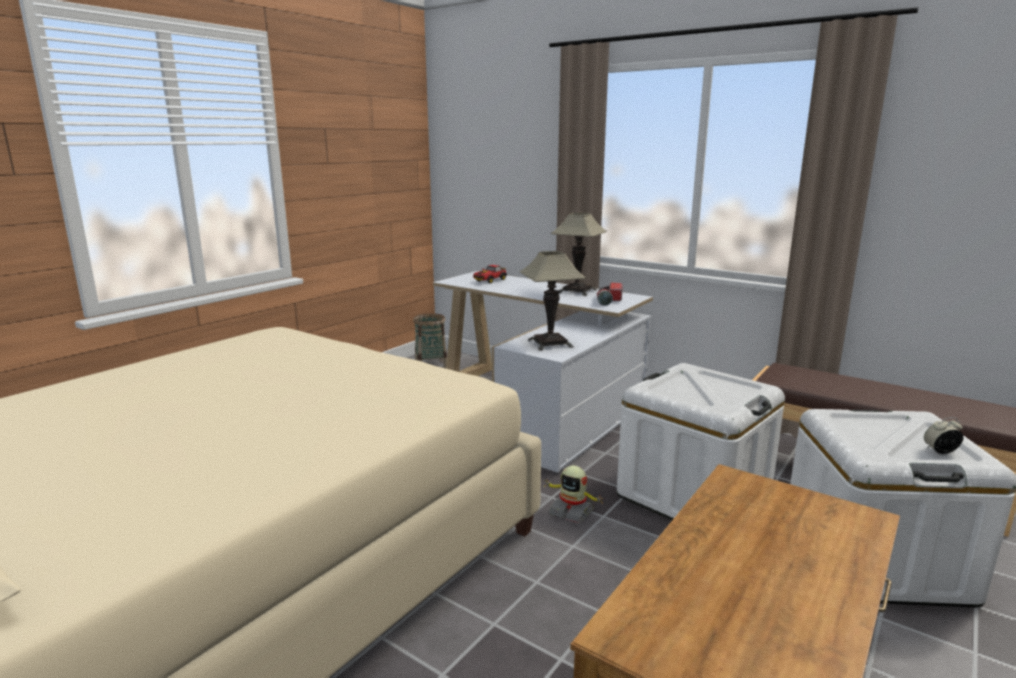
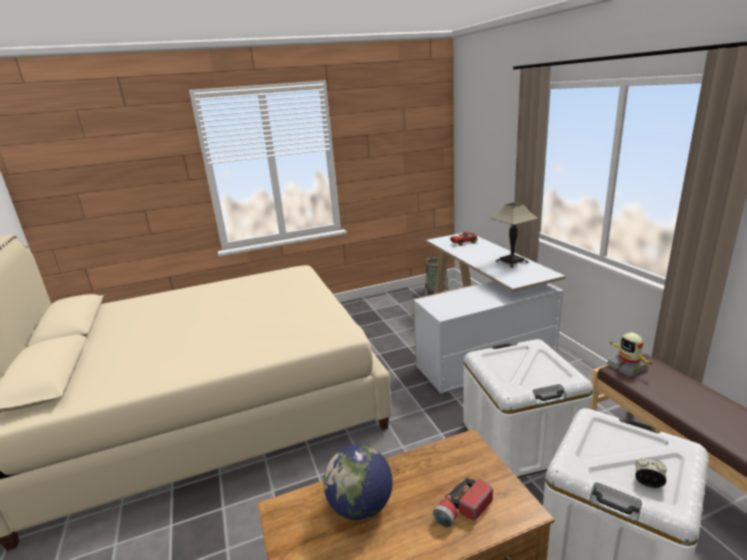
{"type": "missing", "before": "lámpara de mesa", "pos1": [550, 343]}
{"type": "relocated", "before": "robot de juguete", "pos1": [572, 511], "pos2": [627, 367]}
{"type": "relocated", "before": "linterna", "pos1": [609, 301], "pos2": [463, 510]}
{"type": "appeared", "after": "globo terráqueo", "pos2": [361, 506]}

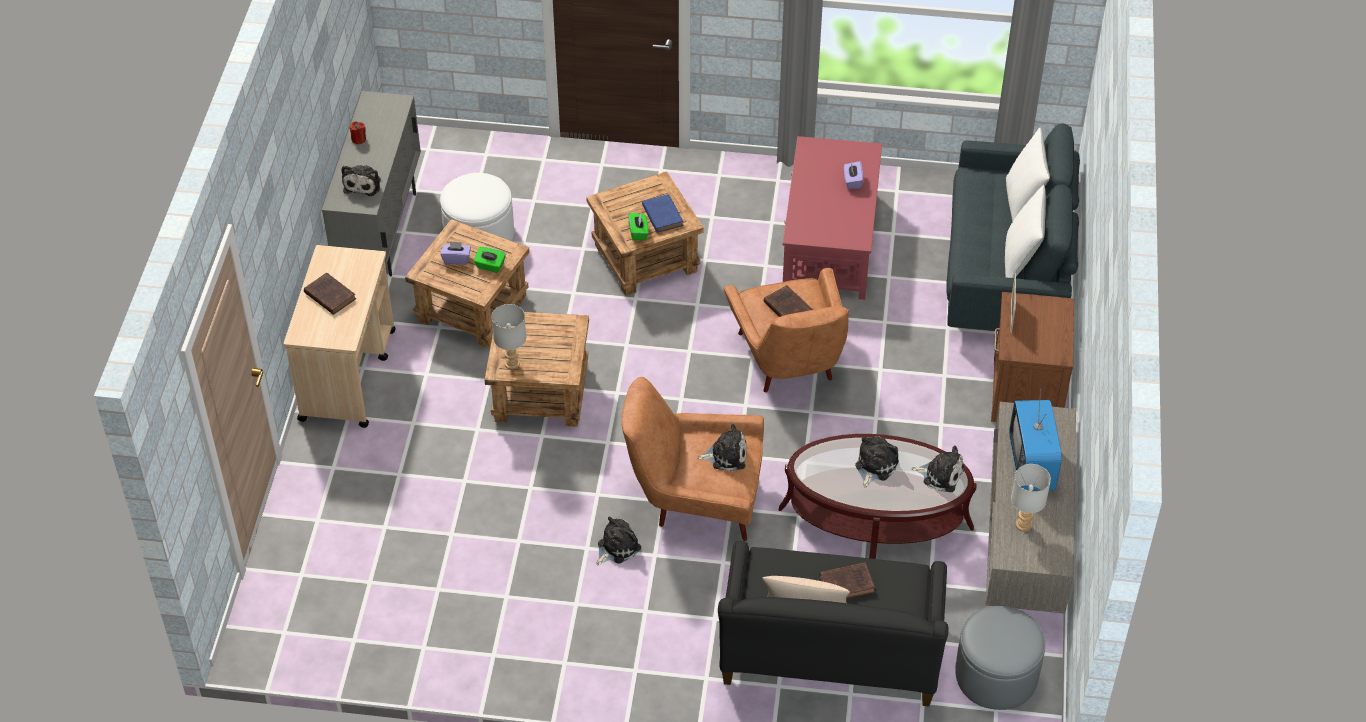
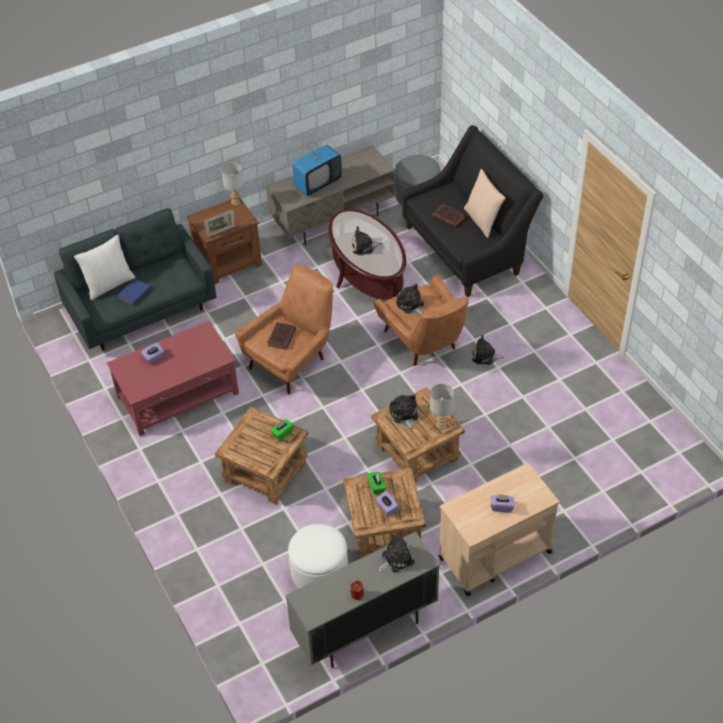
{"type": "exchanged", "before": "libro (marrón)", "after": "caja de pañuelos (morado)", "pos1": [329, 295], "pos2": [502, 507]}
{"type": "relocated", "before": "libro (azul)", "pos1": [662, 215], "pos2": [133, 294]}
{"type": "relocated", "before": "peluche", "pos1": [940, 474], "pos2": [404, 415]}
{"type": "missing", "before": "cojín (blanco)", "pos1": [1020, 259]}
{"type": "relocated", "before": "lámpara de mesa (gris)", "pos1": [1024, 525], "pos2": [236, 202]}

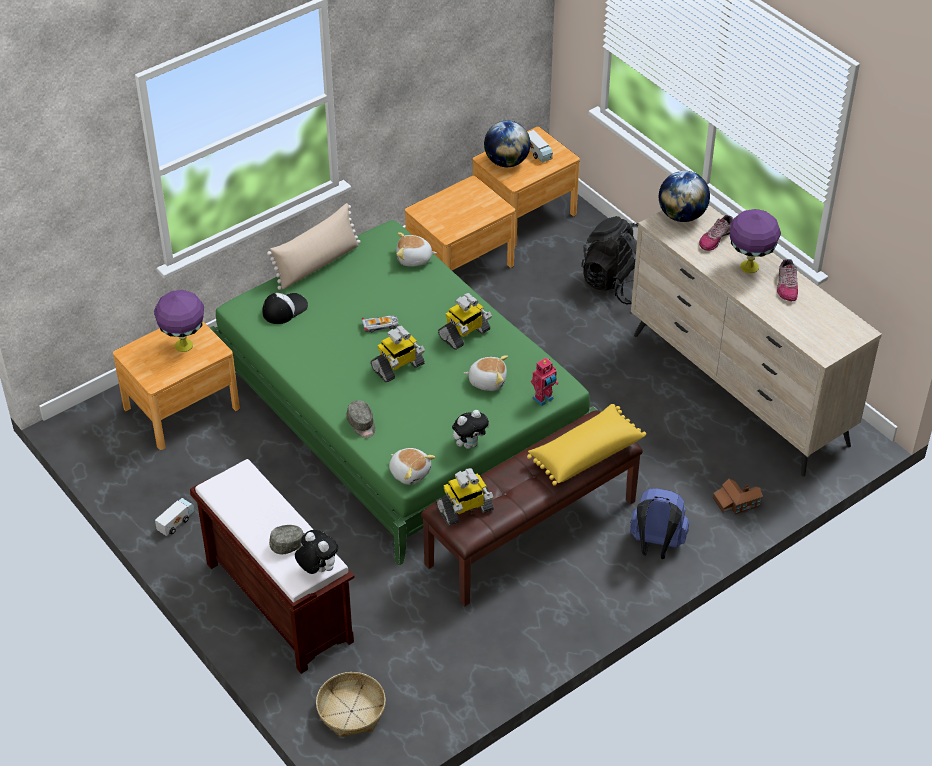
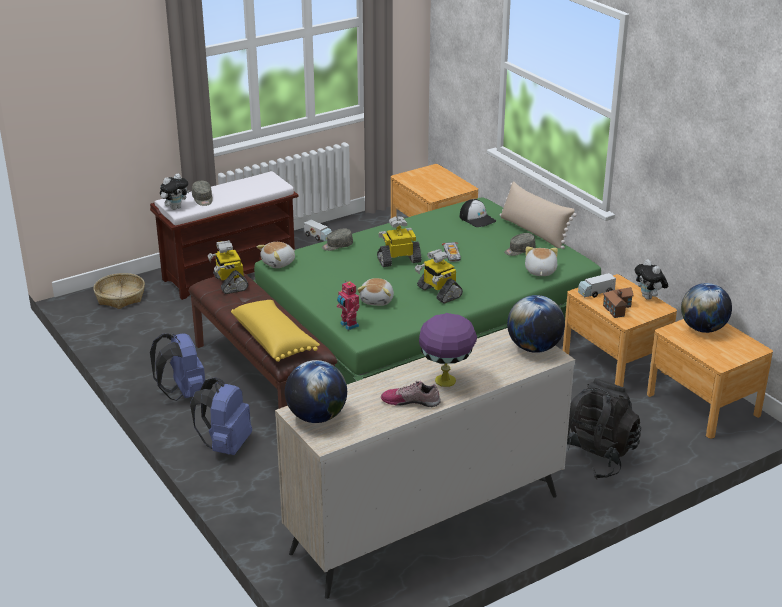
{"type": "missing", "before": "lámpara de mesa (morado)", "pos1": [184, 345]}
{"type": "spun", "before": "robot de juguete", "pos1": [398, 367], "pos2": [399, 260], "turn": 105}
{"type": "relocated", "before": "peluche", "pos1": [469, 444], "pos2": [649, 298]}
{"type": "relocated", "before": "camión de juguete", "pos1": [538, 153], "pos2": [596, 293]}
{"type": "missing", "before": "zapato", "pos1": [715, 238]}
{"type": "relocated", "before": "casita", "pos1": [736, 502], "pos2": [617, 307]}
{"type": "appeared", "after": "mochila (azul)", "pos2": [183, 393]}
{"type": "appeared", "after": "globo terráqueo", "pos2": [316, 417]}
{"type": "appeared", "after": "gorra (gris)", "pos2": [519, 250]}

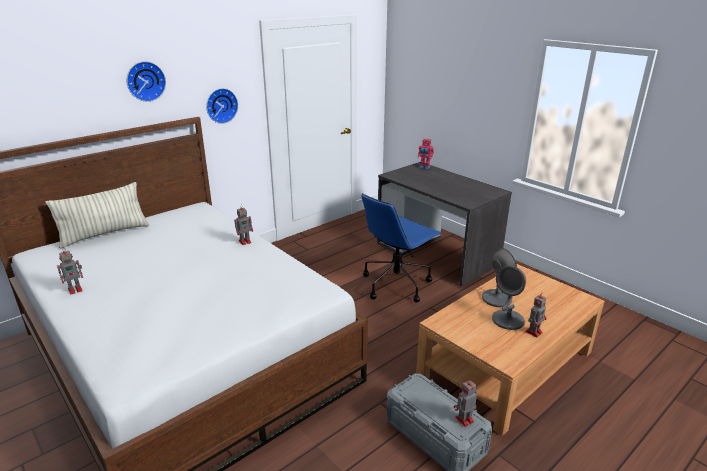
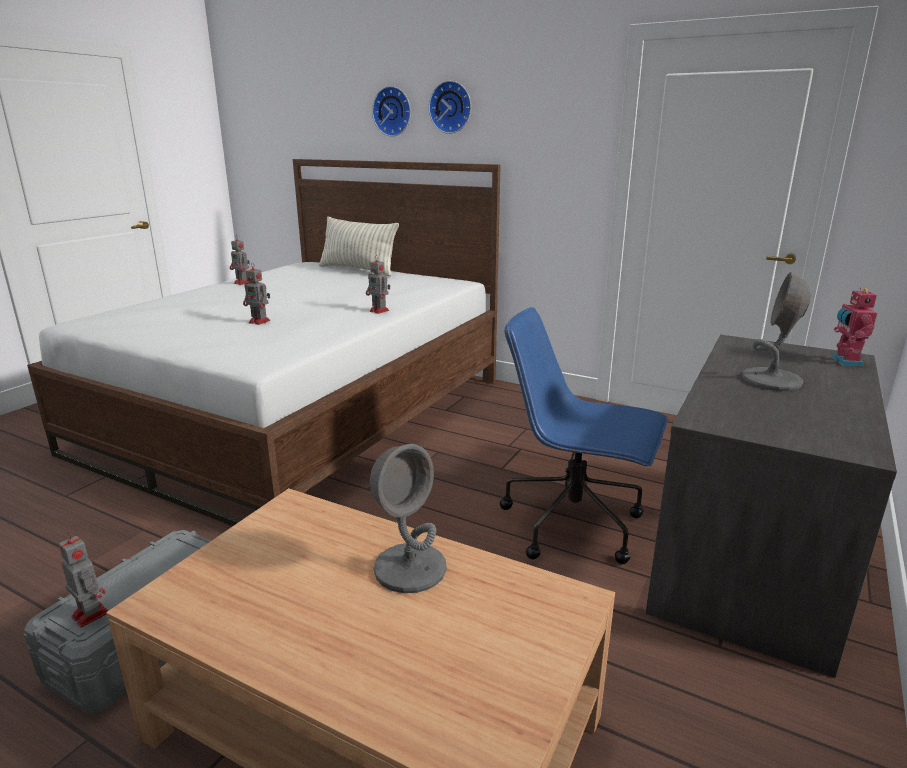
{"type": "relocated", "before": "reloj de pared", "pos1": [221, 105], "pos2": [393, 111]}
{"type": "relocated", "before": "lámpara de mesa (gris)", "pos1": [508, 320], "pos2": [771, 380]}
{"type": "relocated", "before": "robot de juguete", "pos1": [534, 331], "pos2": [260, 322]}

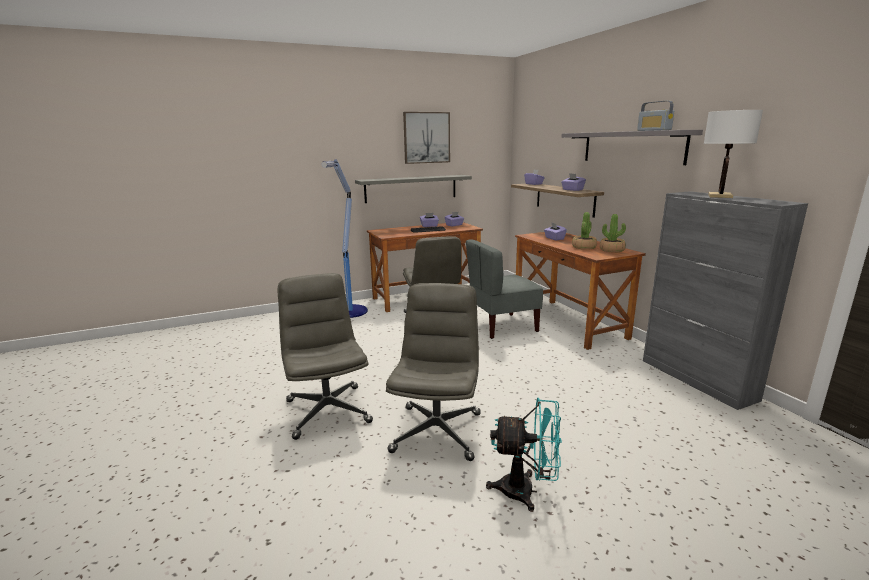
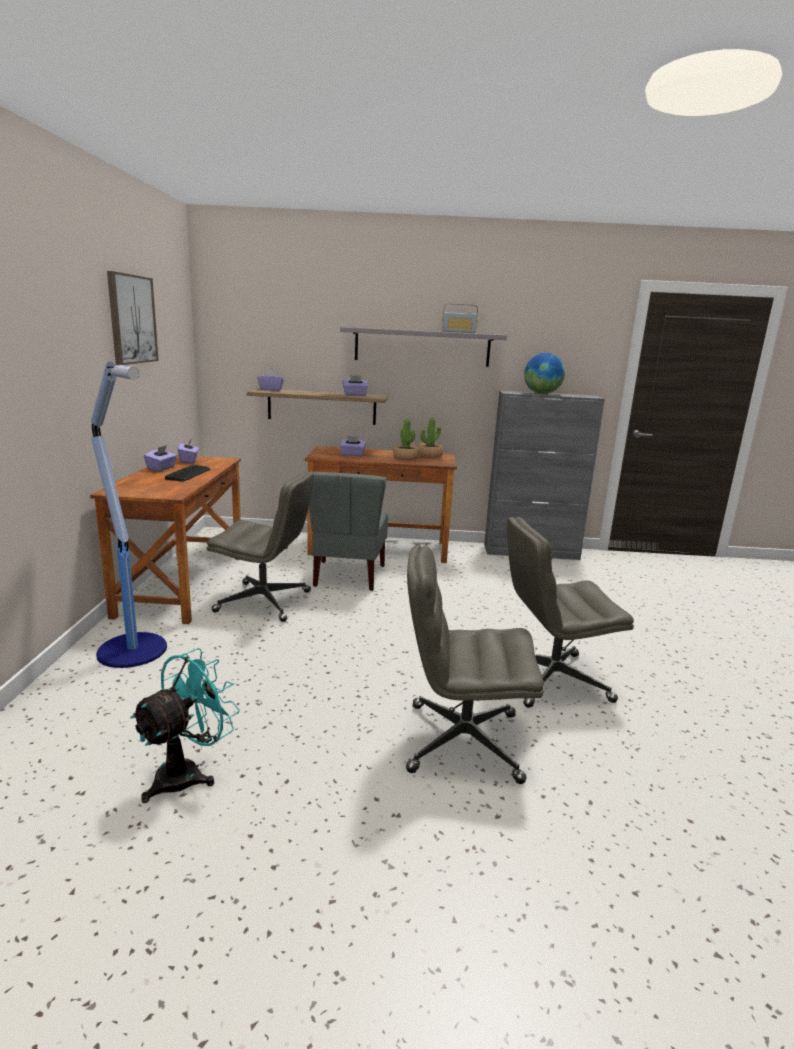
{"type": "missing", "before": "estante (gris)", "pos1": [411, 188]}
{"type": "spun", "before": "silla de oficina (gris)", "pos1": [437, 431], "pos2": [551, 679], "turn": -45}
{"type": "relocated", "before": "ventilador (turquesa)", "pos1": [526, 491], "pos2": [187, 773]}
{"type": "exchanged", "before": "lámpara de mesa (blanco)", "after": "globo terráqueo", "pos1": [719, 196], "pos2": [541, 393]}

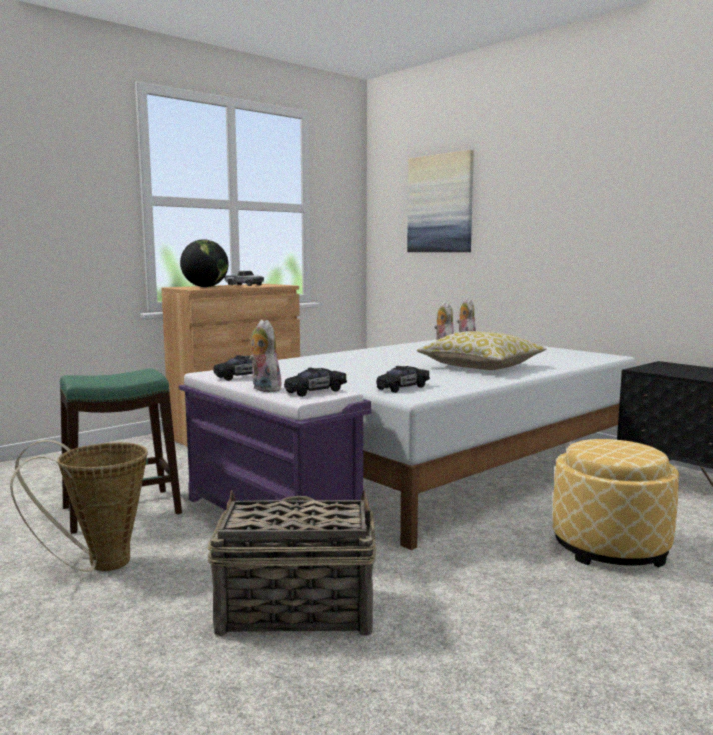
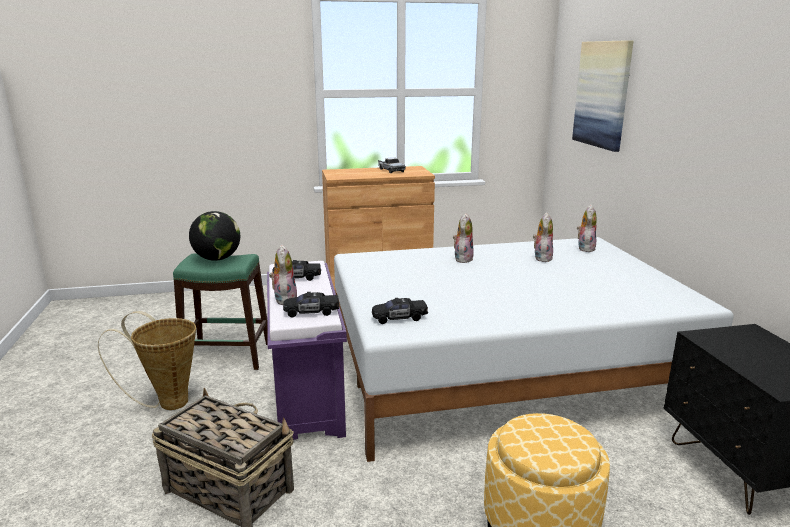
{"type": "relocated", "before": "globo terráqueo", "pos1": [205, 287], "pos2": [217, 259]}
{"type": "missing", "before": "cojín", "pos1": [481, 367]}
{"type": "appeared", "after": "peluche", "pos2": [462, 258]}

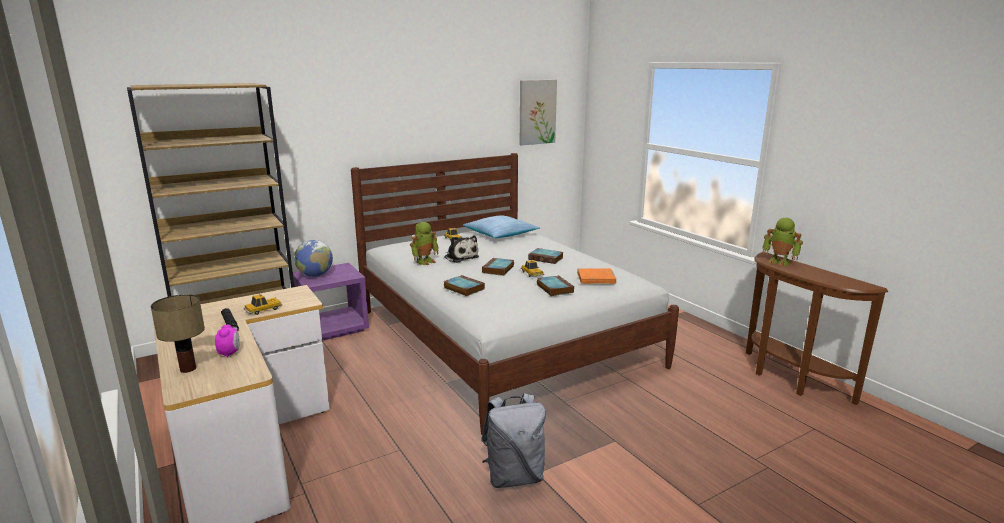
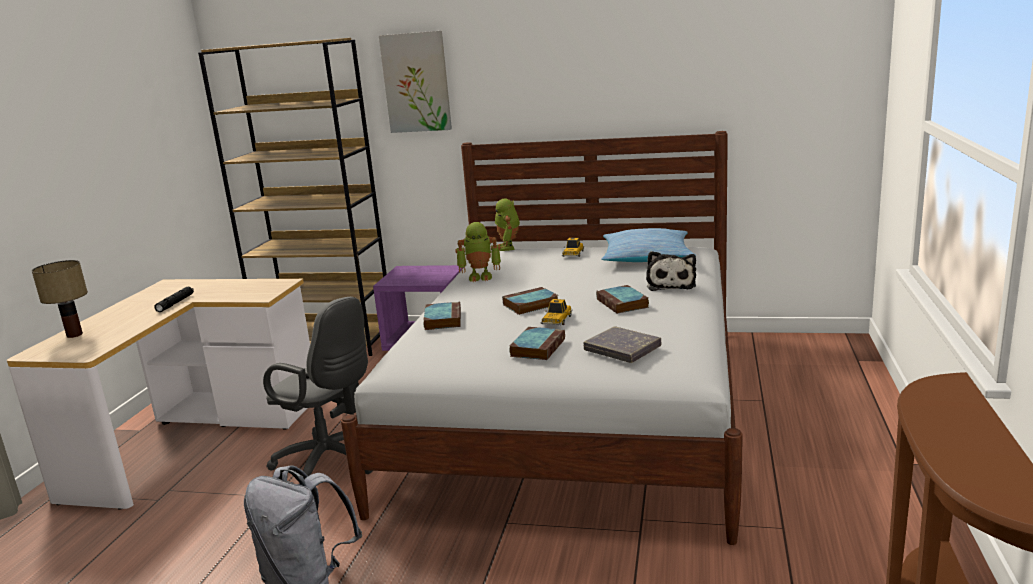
{"type": "missing", "before": "despertador", "pos1": [230, 353]}
{"type": "missing", "before": "coche de juguete", "pos1": [263, 309]}
{"type": "missing", "before": "globo terráqueo", "pos1": [315, 275]}
{"type": "relocated", "before": "peluche", "pos1": [460, 257], "pos2": [670, 284]}
{"type": "relocated", "before": "cuadro", "pos1": [537, 112], "pos2": [416, 82]}
{"type": "colour", "before": "libro (naranja)", "after": "libro (gris)", "pos1": [596, 279], "pos2": [622, 349]}
{"type": "relocated", "before": "robot de juguete", "pos1": [779, 261], "pos2": [508, 247]}
{"type": "appeared", "after": "silla de oficina (gris)", "pos2": [332, 463]}

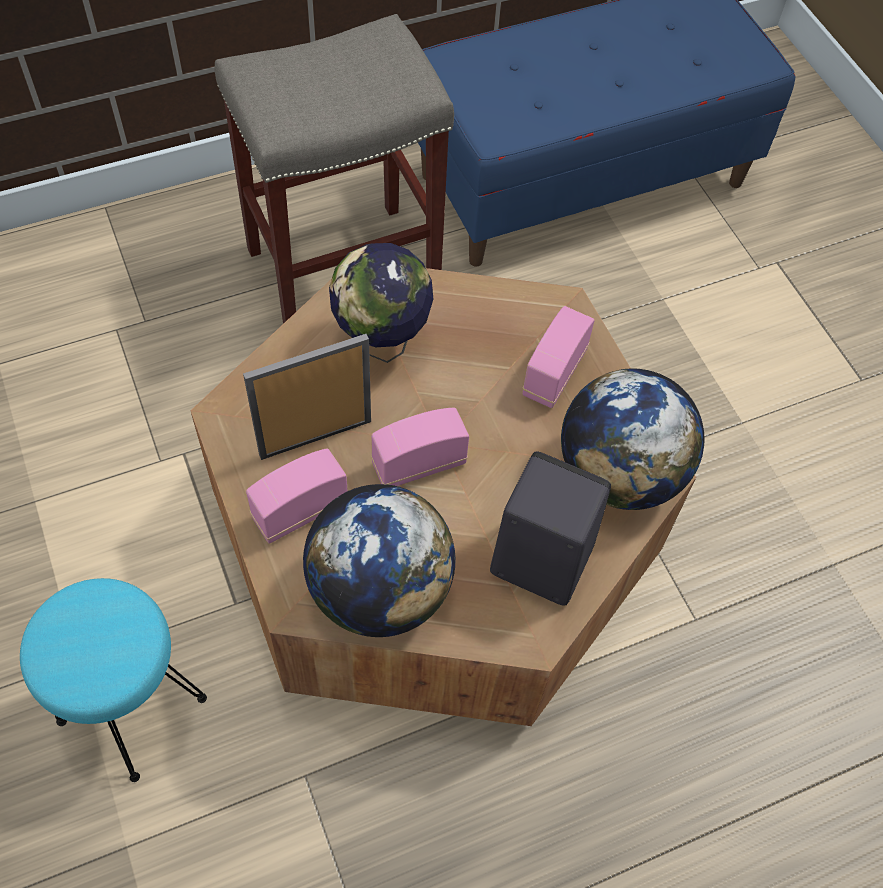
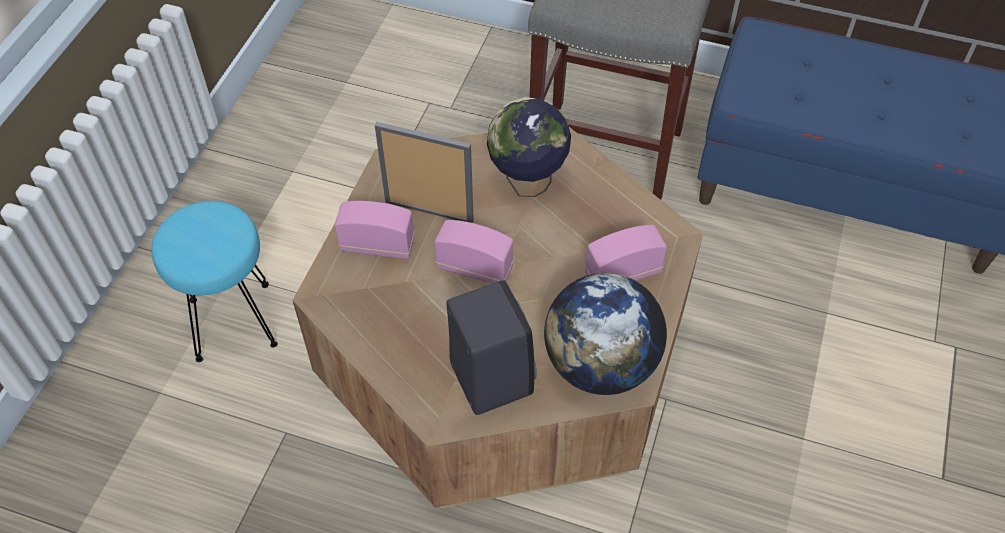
{"type": "missing", "before": "globo terráqueo", "pos1": [380, 590]}

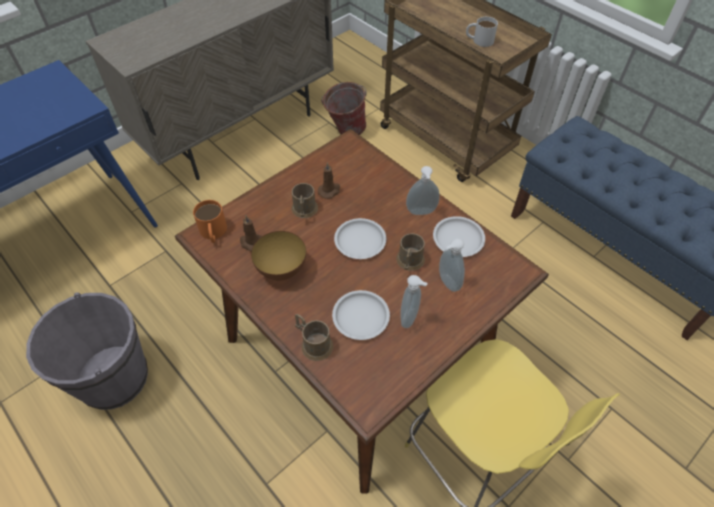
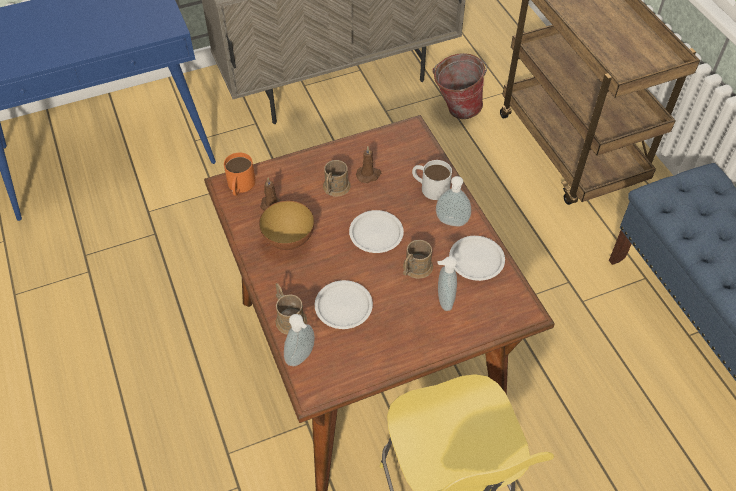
{"type": "missing", "before": "cubo (gris)", "pos1": [114, 378]}
{"type": "relocated", "before": "dispensador de jabón", "pos1": [410, 318], "pos2": [302, 358]}
{"type": "relocated", "before": "taza grande (blanco)", "pos1": [479, 40], "pos2": [430, 187]}

